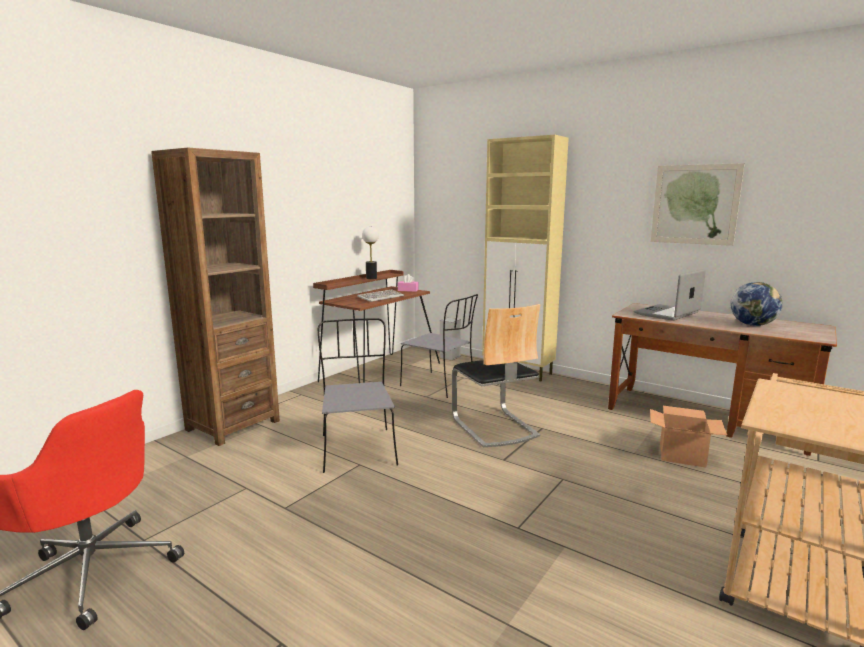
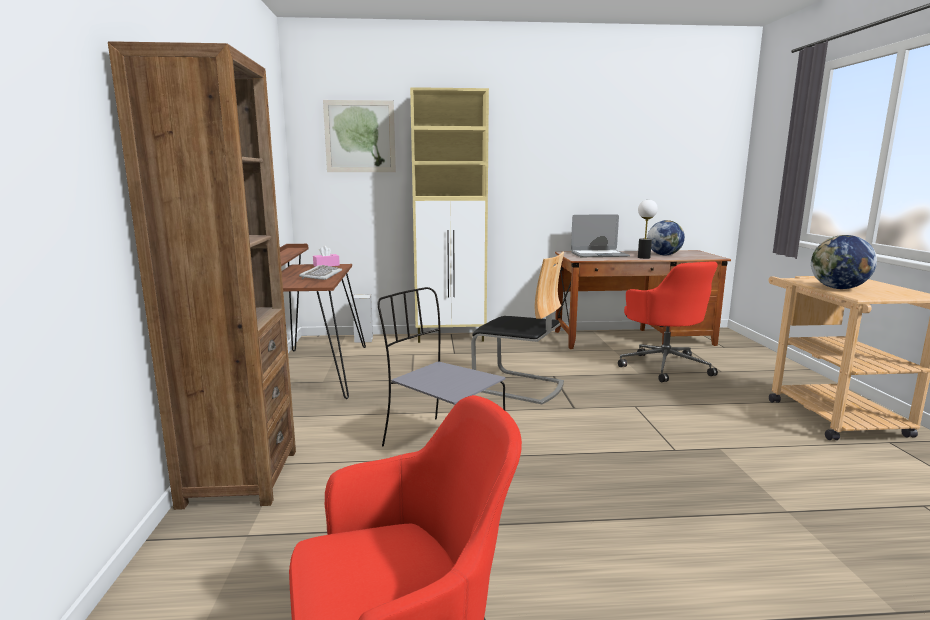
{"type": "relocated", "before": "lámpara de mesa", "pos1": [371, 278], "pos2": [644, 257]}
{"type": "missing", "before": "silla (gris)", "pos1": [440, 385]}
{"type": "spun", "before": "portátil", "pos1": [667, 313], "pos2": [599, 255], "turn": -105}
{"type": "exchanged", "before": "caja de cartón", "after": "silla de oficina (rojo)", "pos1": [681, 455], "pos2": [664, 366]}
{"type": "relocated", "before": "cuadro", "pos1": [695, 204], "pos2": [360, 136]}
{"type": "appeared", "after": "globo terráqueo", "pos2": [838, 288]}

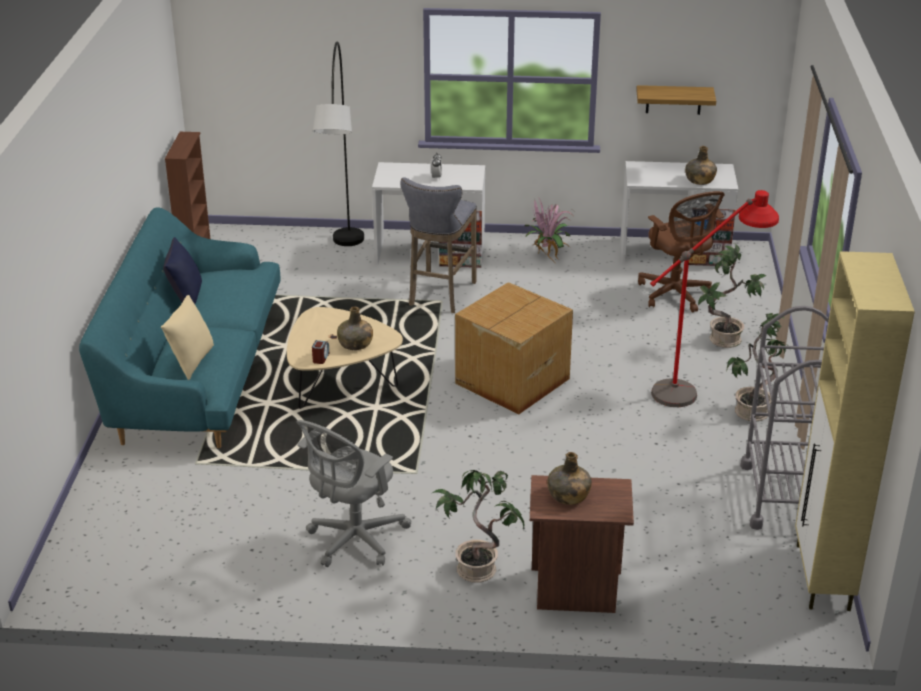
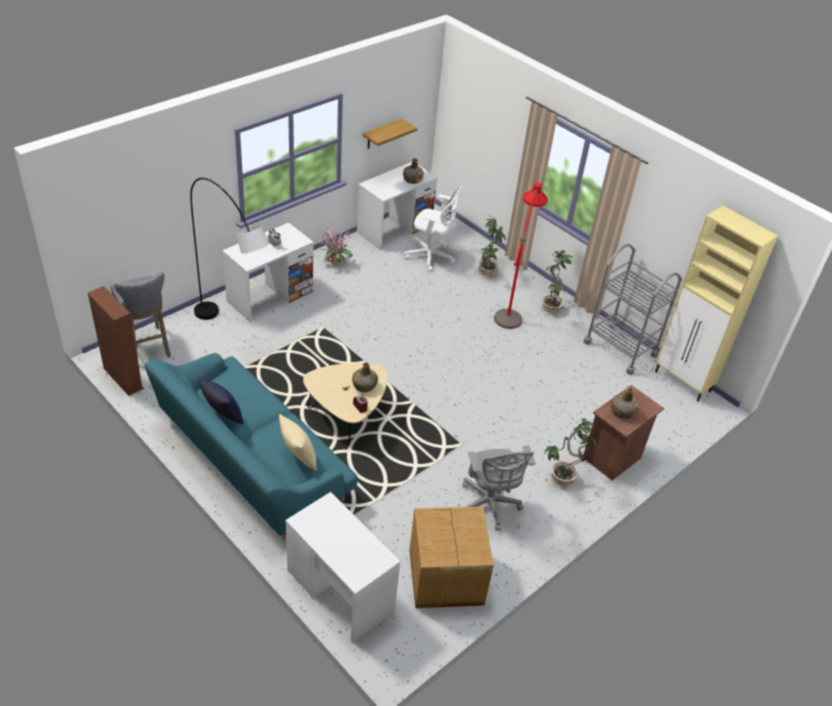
{"type": "relocated", "before": "taburete (gris)", "pos1": [440, 295], "pos2": [147, 348]}
{"type": "relocated", "before": "caja de cartón", "pos1": [510, 381], "pos2": [445, 577]}
{"type": "colour", "before": "silla de oficina (marrón)", "after": "silla de oficina (blanco)", "pos1": [676, 295], "pos2": [431, 256]}
{"type": "appeared", "after": "escritorio (blanco)", "pos2": [340, 590]}

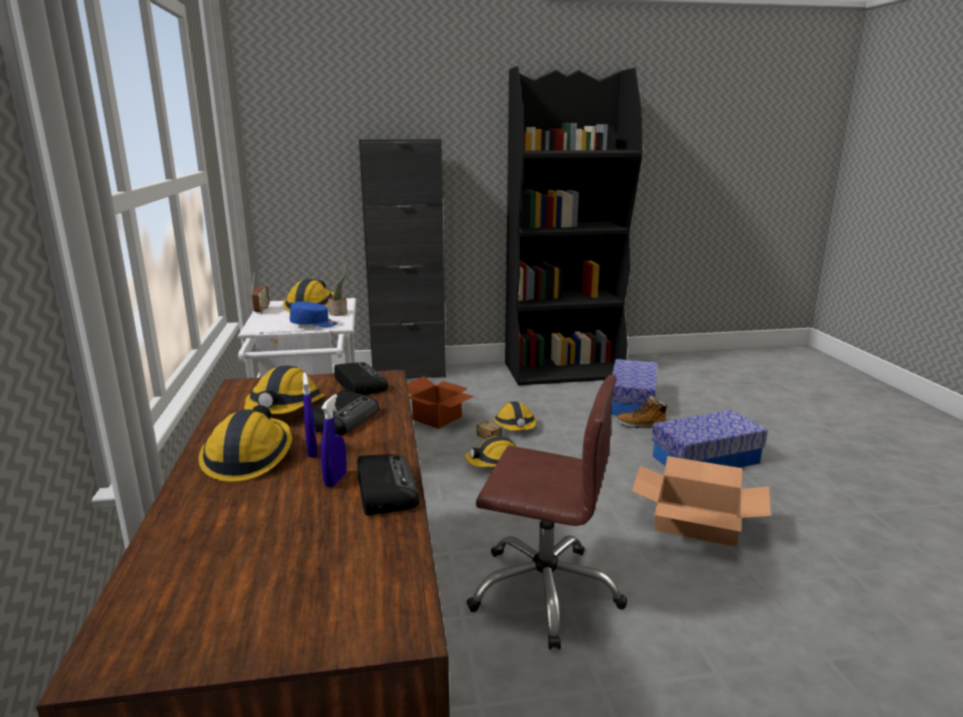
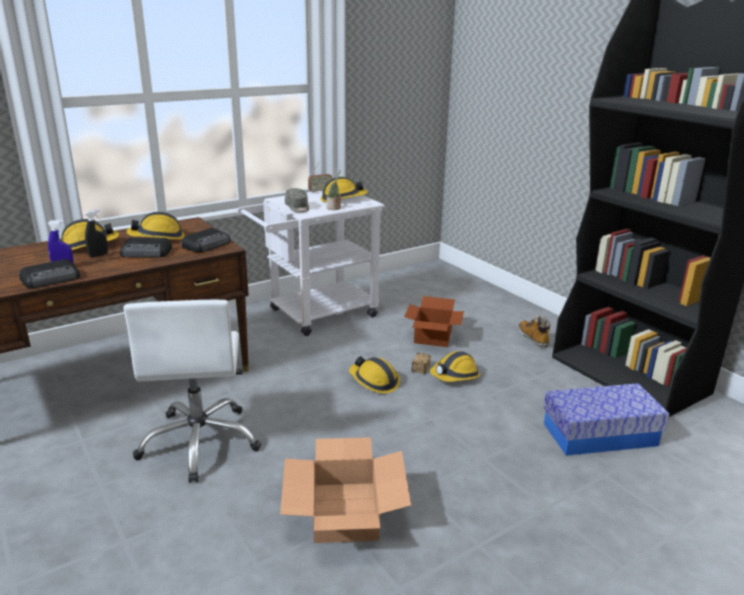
{"type": "colour", "before": "gorra (azul)", "after": "gorra (gris)", "pos1": [314, 324], "pos2": [297, 207]}
{"type": "colour", "before": "pulverizador (azul)", "after": "pulverizador (negro)", "pos1": [312, 451], "pos2": [98, 255]}
{"type": "missing", "before": "armario (negro)", "pos1": [408, 373]}
{"type": "colour", "before": "silla de oficina (marrón)", "after": "silla de oficina (blanco)", "pos1": [545, 591], "pos2": [200, 442]}
{"type": "relocated", "before": "bota", "pos1": [641, 425], "pos2": [533, 338]}
{"type": "missing", "before": "caja de almacenaje", "pos1": [705, 459]}

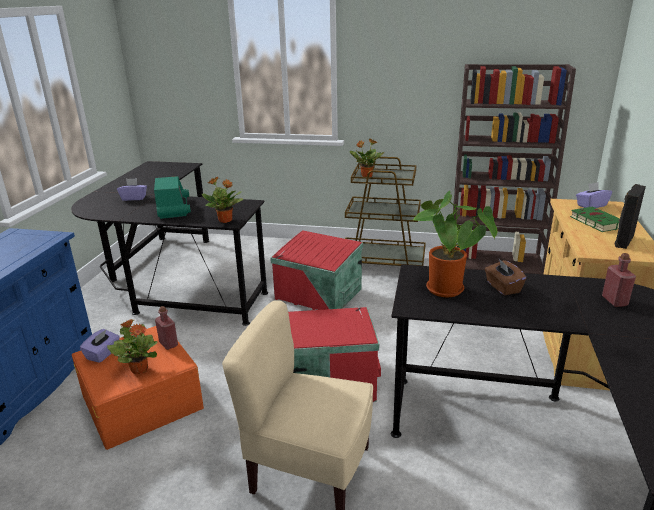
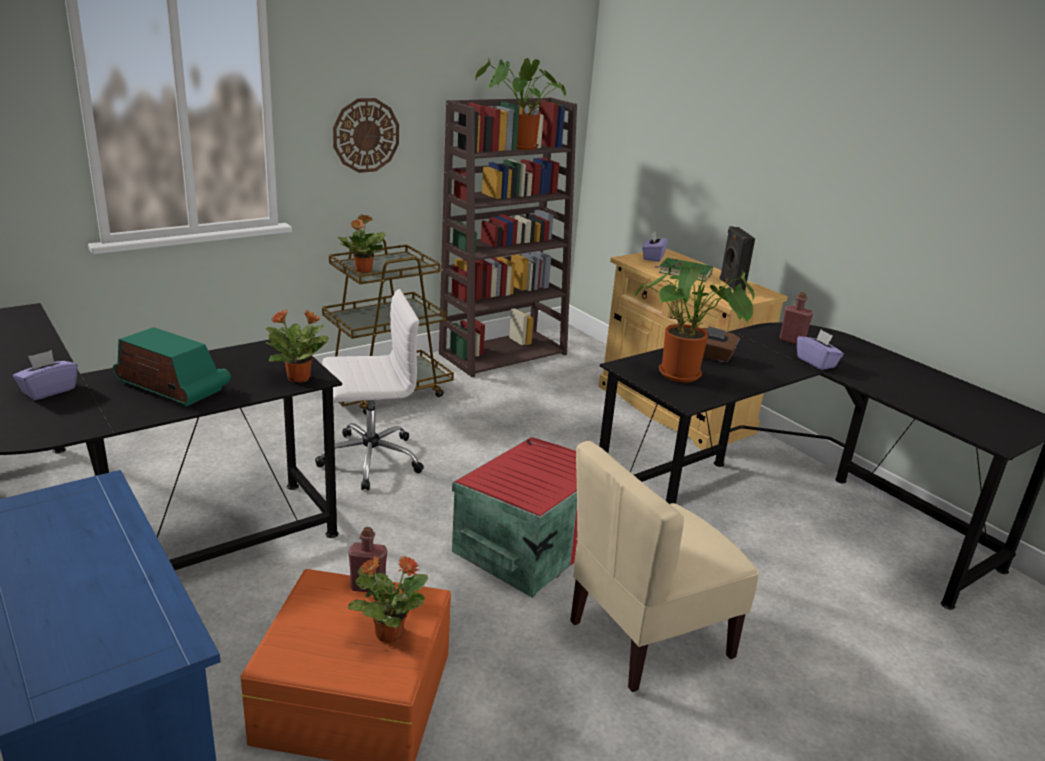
{"type": "relocated", "before": "caja de pañuelos (morado)", "pos1": [103, 354], "pos2": [816, 362]}
{"type": "exchanged", "before": "caja de almacenaje (rojo)", "after": "silla de oficina (blanco)", "pos1": [318, 294], "pos2": [369, 459]}
{"type": "appeared", "after": "reloj de pared", "pos2": [366, 135]}
{"type": "appeared", "after": "planta en maceta", "pos2": [520, 148]}

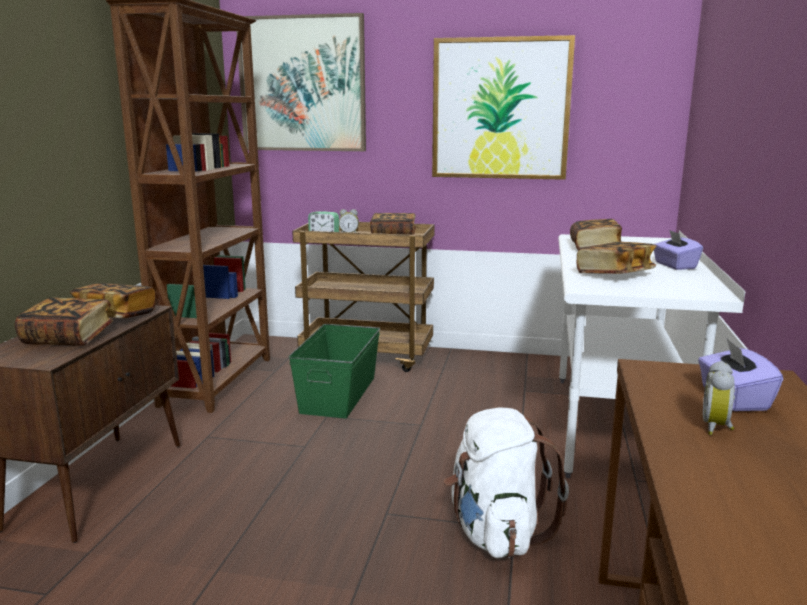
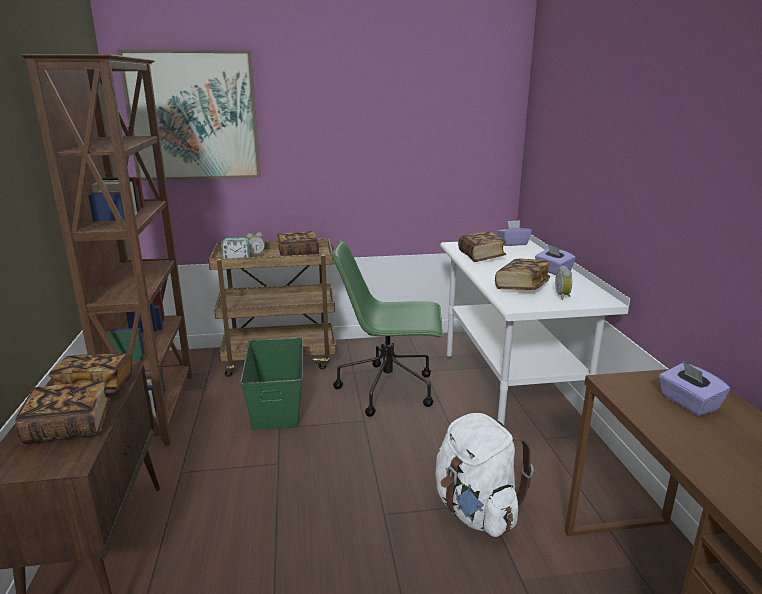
{"type": "missing", "before": "cuadro", "pos1": [500, 109]}
{"type": "relocated", "before": "despertador", "pos1": [717, 427], "pos2": [563, 296]}
{"type": "appeared", "after": "silla de oficina (verde)", "pos2": [389, 389]}
{"type": "appeared", "after": "caja de pañuelos (morado)", "pos2": [513, 243]}

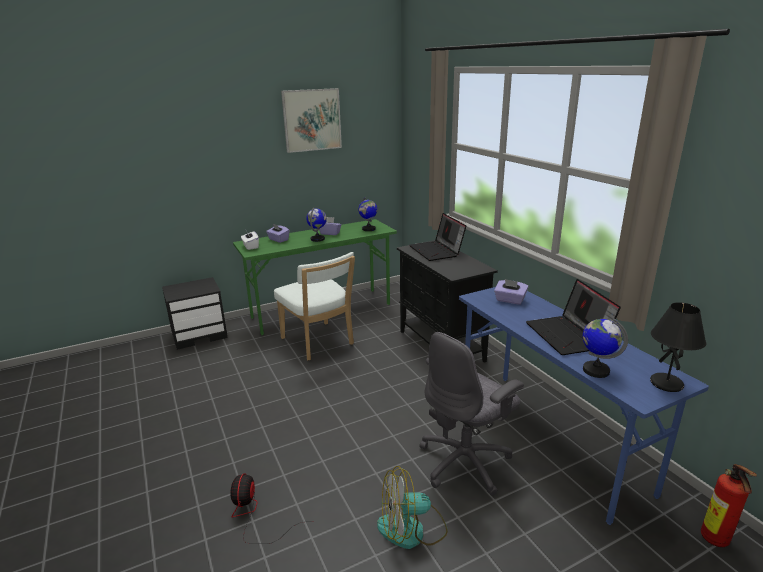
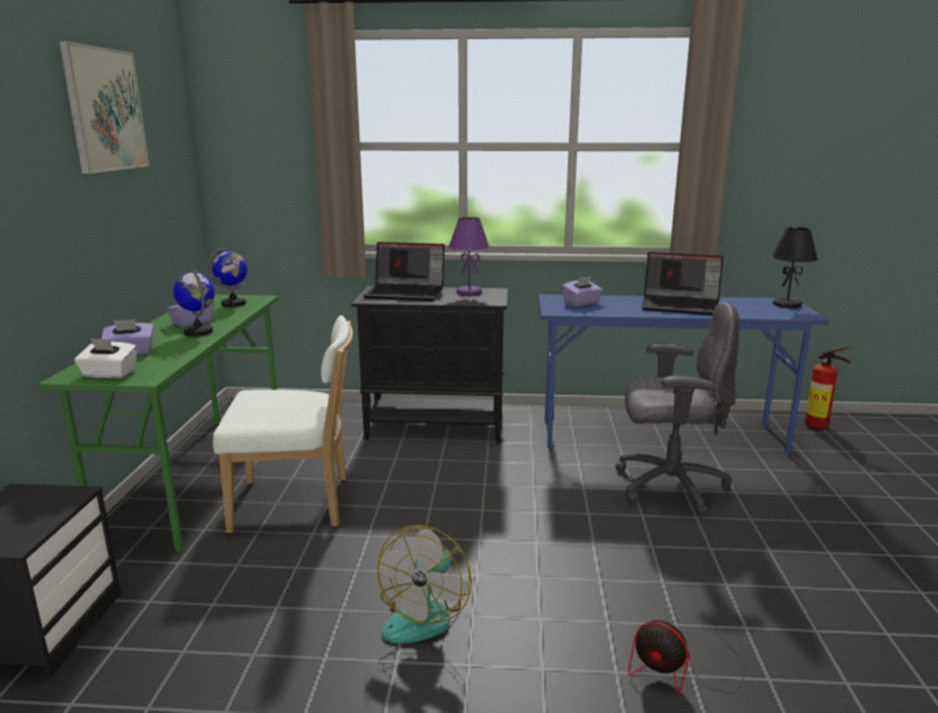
{"type": "relocated", "before": "ventilador", "pos1": [412, 529], "pos2": [424, 614]}
{"type": "spun", "before": "silla de oficina (gris)", "pos1": [466, 462], "pos2": [668, 486], "turn": -75}
{"type": "missing", "before": "globo terráqueo", "pos1": [595, 370]}
{"type": "appeared", "after": "lámpara de mesa (morado)", "pos2": [468, 292]}

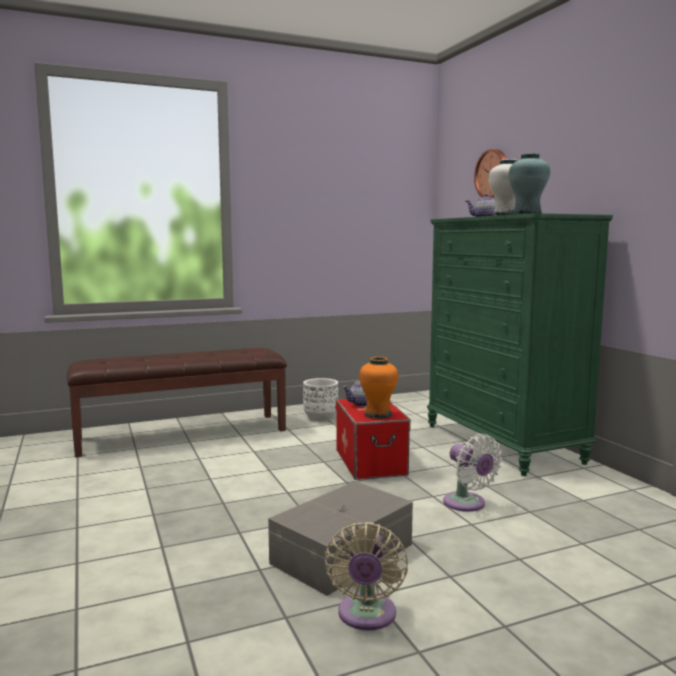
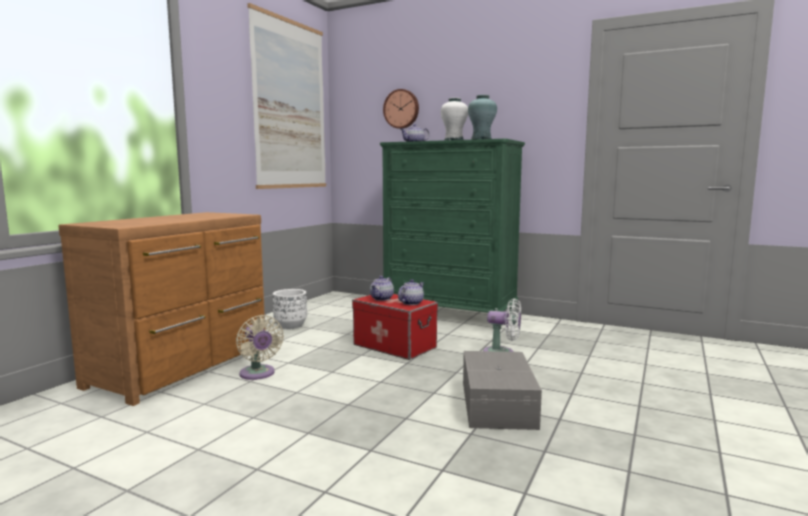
{"type": "exchanged", "before": "banco (marrón)", "after": "cómoda (marrón)", "pos1": [182, 434], "pos2": [185, 367]}
{"type": "relocated", "before": "ventilador (beis)", "pos1": [366, 616], "pos2": [258, 374]}
{"type": "exchanged", "before": "florero (naranja)", "after": "tetera", "pos1": [378, 415], "pos2": [411, 303]}
{"type": "appeared", "after": "cuadro", "pos2": [290, 105]}

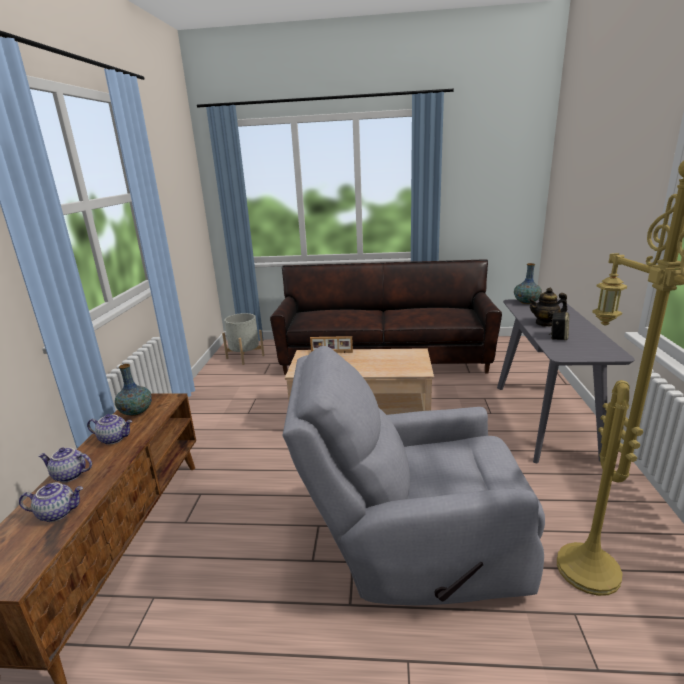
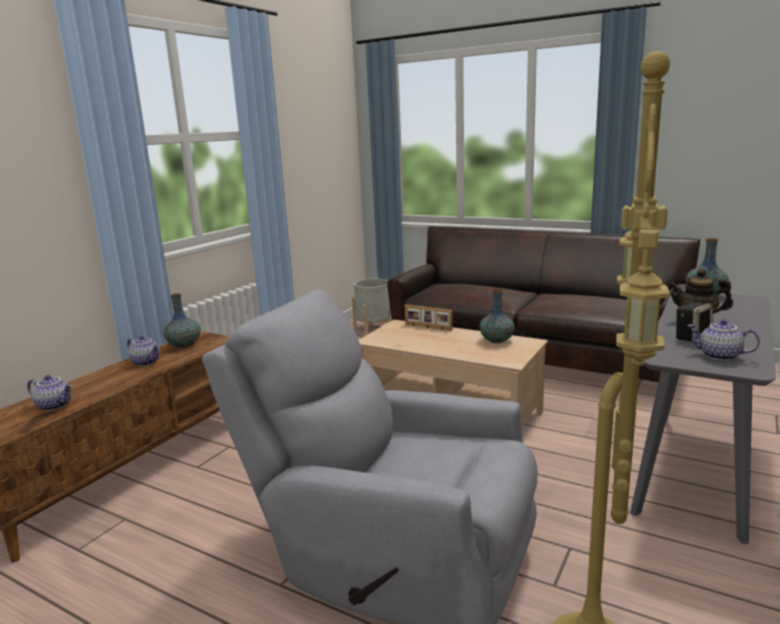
{"type": "relocated", "before": "tetera", "pos1": [69, 476], "pos2": [719, 356]}
{"type": "appeared", "after": "florero", "pos2": [496, 340]}

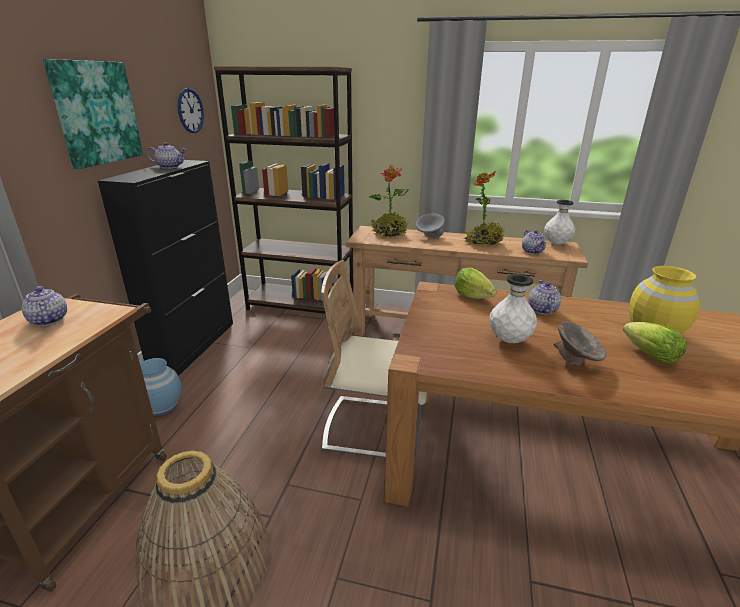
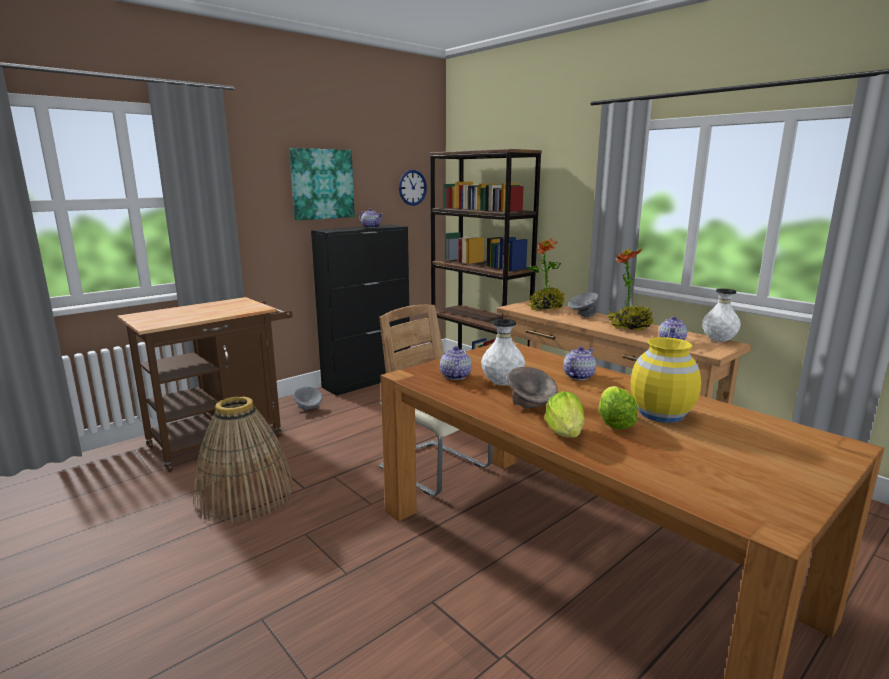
{"type": "relocated", "before": "tetera", "pos1": [48, 320], "pos2": [455, 376]}
{"type": "exchanged", "before": "florero (azul)", "after": "cuenco (gris)", "pos1": [161, 406], "pos2": [309, 409]}
{"type": "relocated", "before": "lechuga", "pos1": [472, 296], "pos2": [565, 433]}

